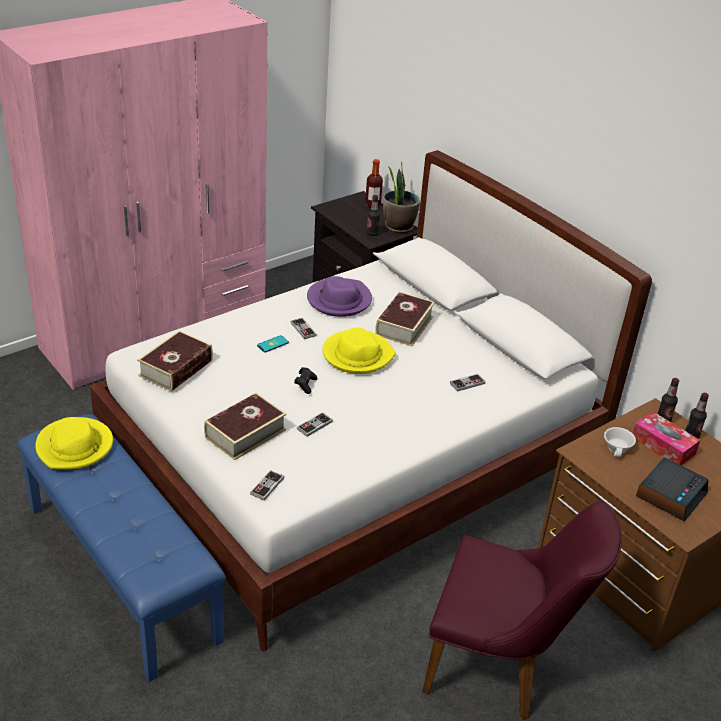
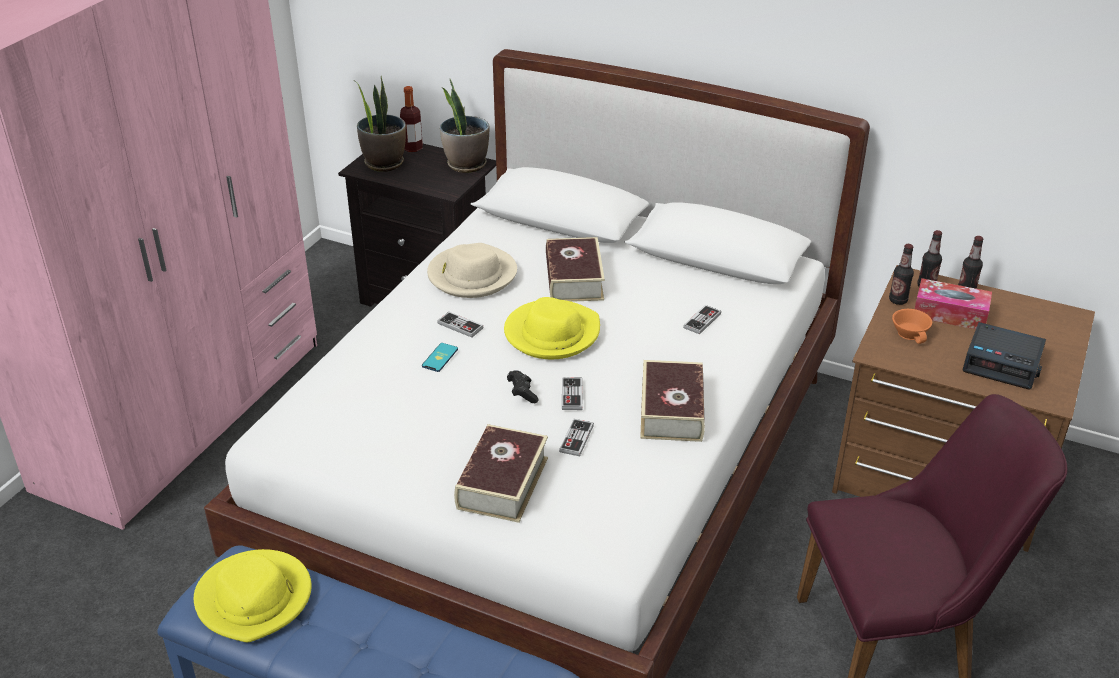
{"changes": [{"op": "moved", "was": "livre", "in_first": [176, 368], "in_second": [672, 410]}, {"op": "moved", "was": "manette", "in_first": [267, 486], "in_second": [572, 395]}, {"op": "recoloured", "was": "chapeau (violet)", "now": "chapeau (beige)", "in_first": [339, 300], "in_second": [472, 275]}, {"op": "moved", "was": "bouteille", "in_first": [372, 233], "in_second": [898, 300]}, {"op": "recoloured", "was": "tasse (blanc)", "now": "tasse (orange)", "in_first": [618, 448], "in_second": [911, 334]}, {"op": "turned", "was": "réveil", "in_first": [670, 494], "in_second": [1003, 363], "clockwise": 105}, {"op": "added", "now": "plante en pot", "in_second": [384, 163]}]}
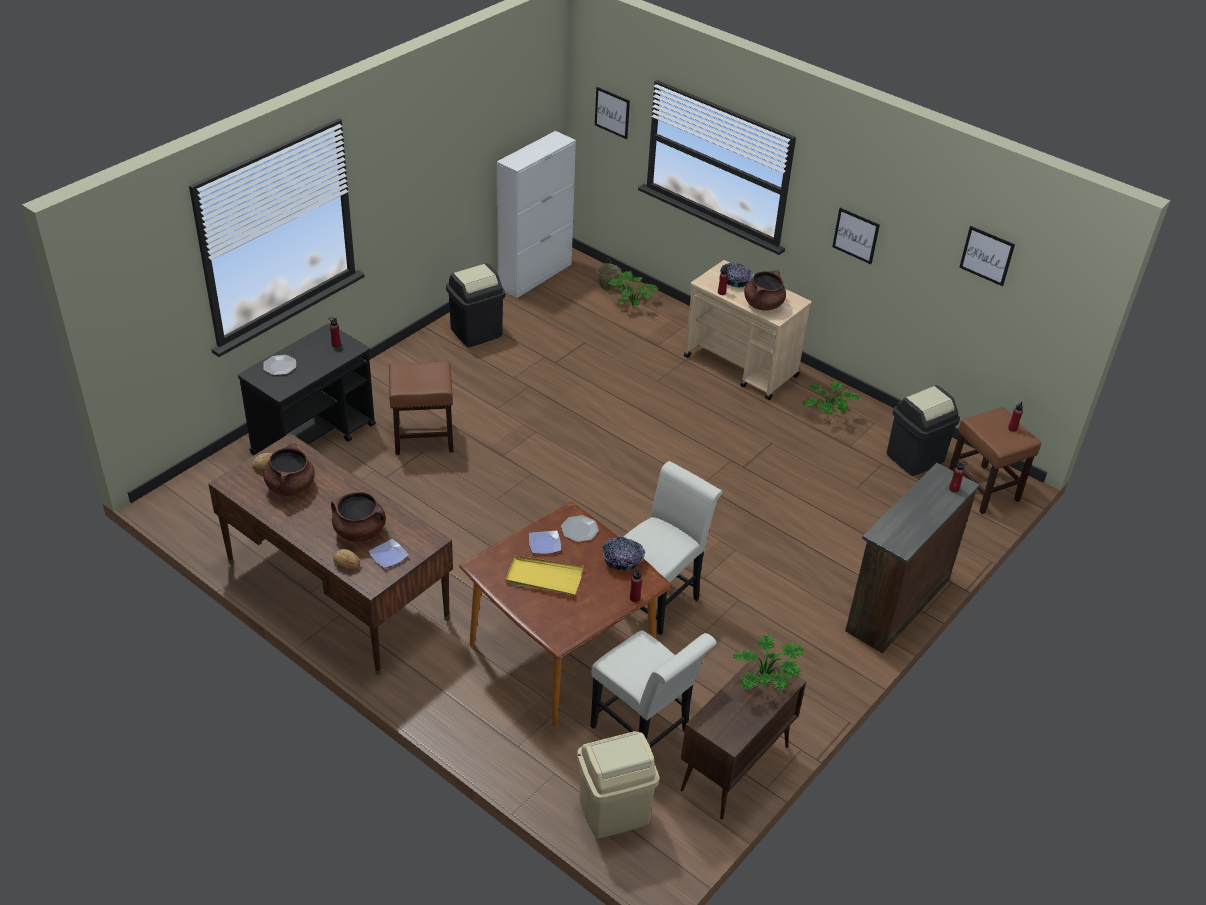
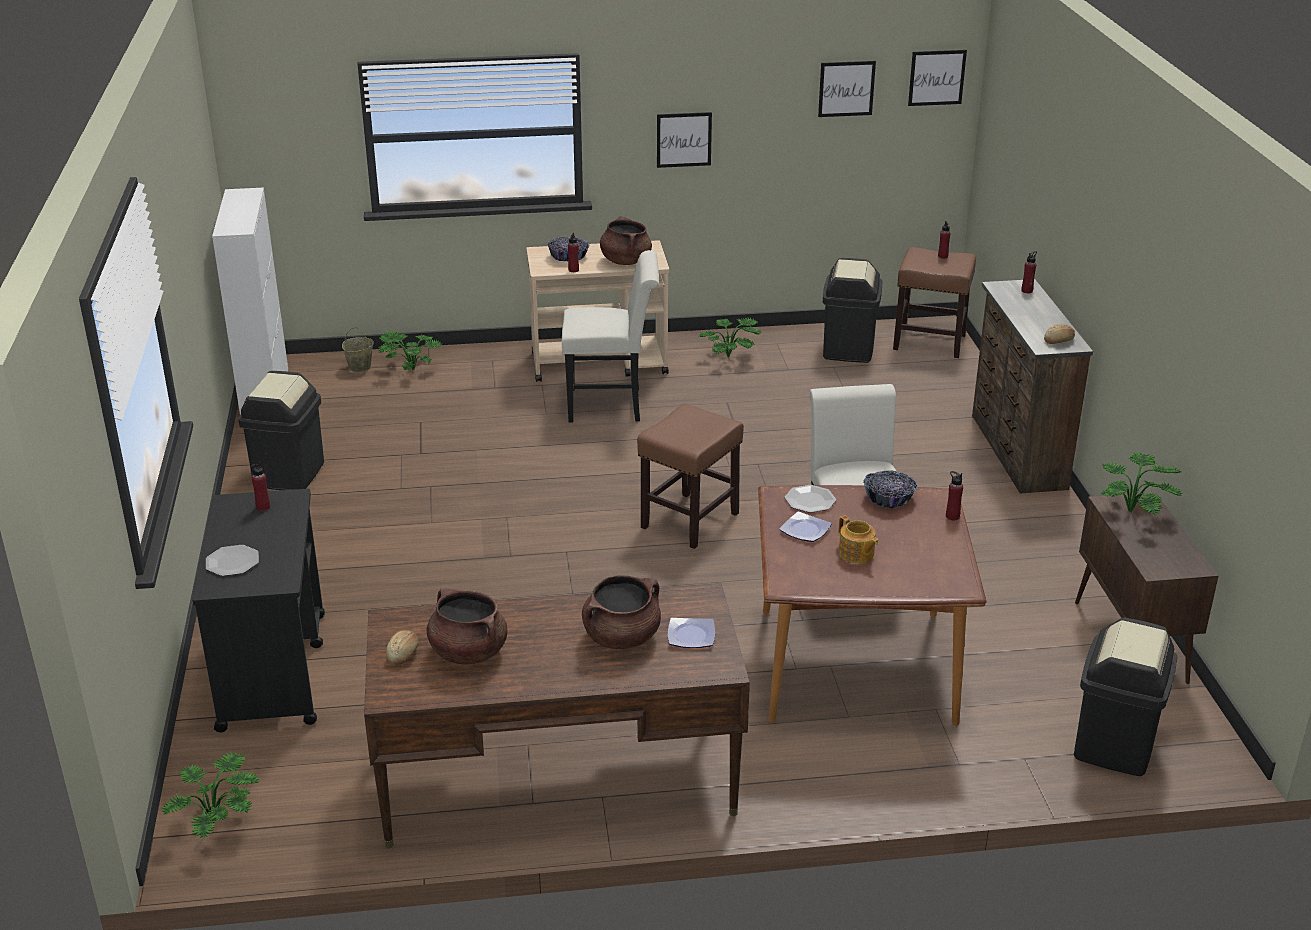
{"changes": [{"op": "moved", "was": "pain", "in_first": [346, 564], "in_second": [1059, 341]}, {"op": "moved", "was": "tabouret (marron)", "in_first": [423, 438], "in_second": [689, 521]}, {"op": "replaced", "was": "plateau (jaune)", "now": "théière", "in_first": [544, 578], "in_second": [856, 554]}, {"op": "recoloured", "was": "poubelle (beige)", "now": "poubelle (noir)", "in_first": [614, 811], "in_second": [1115, 745]}, {"op": "moved", "was": "chaise (blanc)", "in_first": [645, 733], "in_second": [611, 405]}, {"op": "moved", "was": "tableau", "in_first": [612, 112], "in_second": [936, 77]}, {"op": "added", "now": "plante en pot", "in_second": [219, 822]}]}
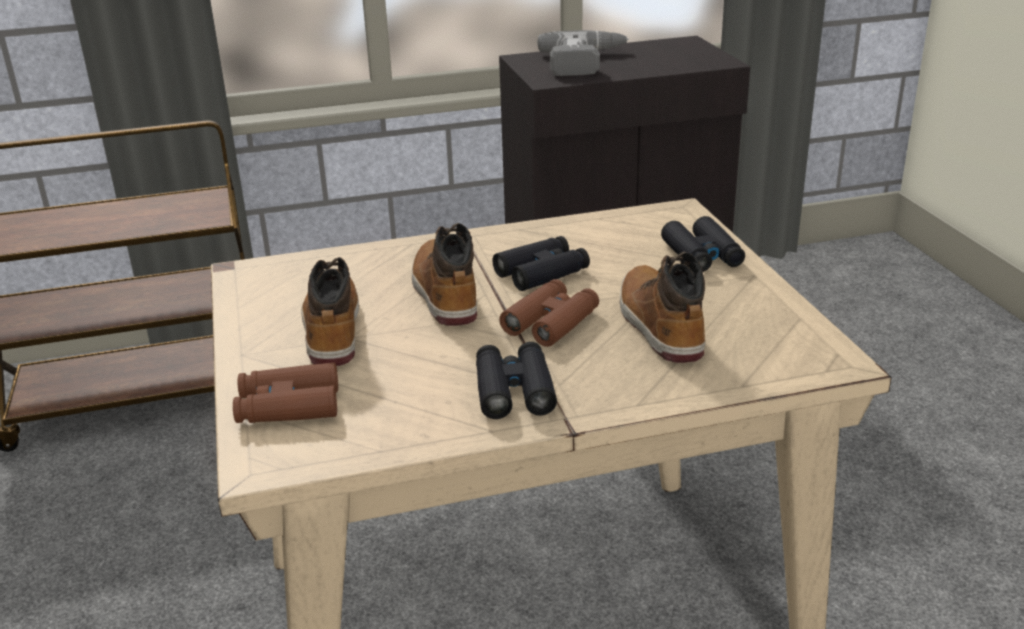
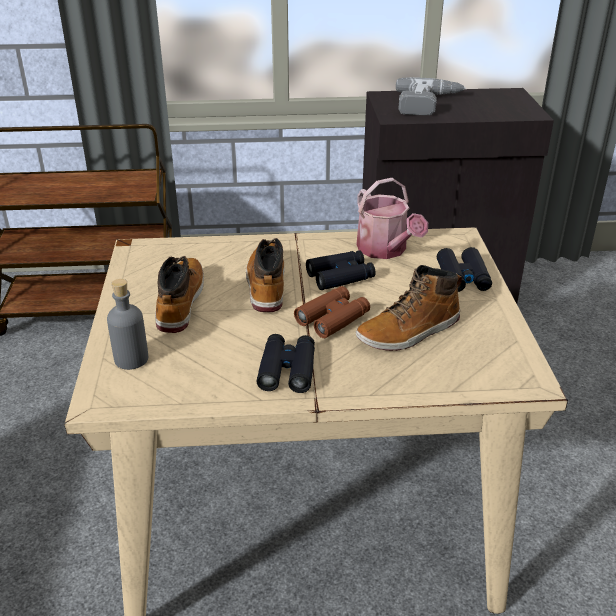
{"changes": [{"op": "replaced", "was": "jumelles (marron)", "now": "bouteille (gris)", "in_first": [288, 406], "in_second": [131, 359]}, {"op": "turned", "was": "botte", "in_first": [659, 325], "in_second": [409, 332], "clockwise": -120}, {"op": "added", "now": "arrosoir", "in_second": [385, 250]}]}
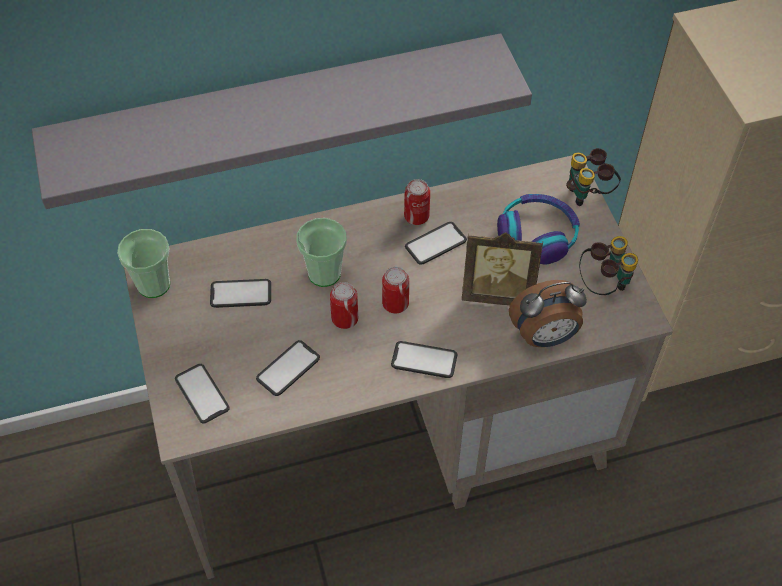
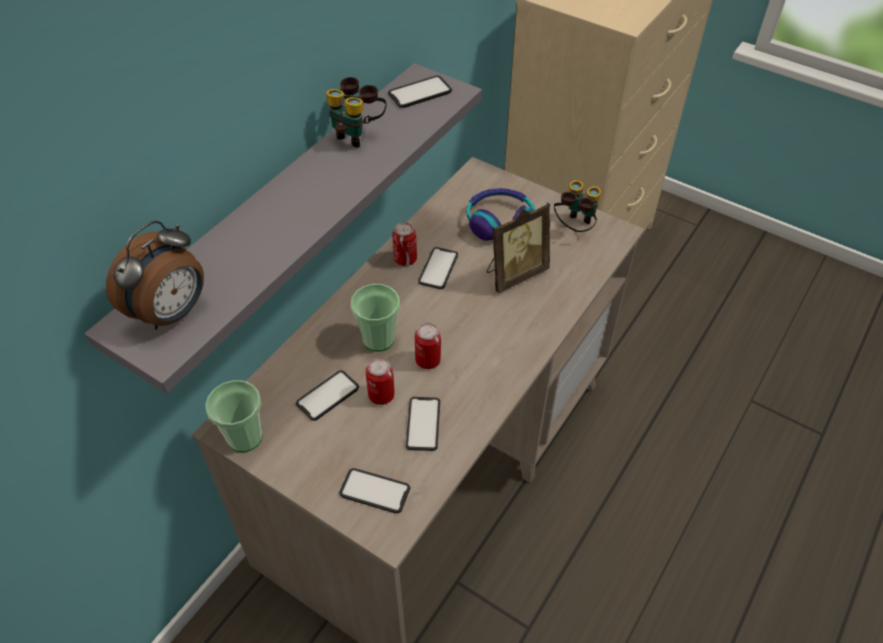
{"changes": [{"op": "moved", "was": "boîte métallique", "in_first": [395, 304], "in_second": [381, 395]}, {"op": "moved", "was": "téléphone", "in_first": [424, 360], "in_second": [420, 93]}, {"op": "moved", "was": "réveil", "in_first": [544, 336], "in_second": [172, 313]}, {"op": "moved", "was": "jumelles", "in_first": [589, 194], "in_second": [358, 134]}]}
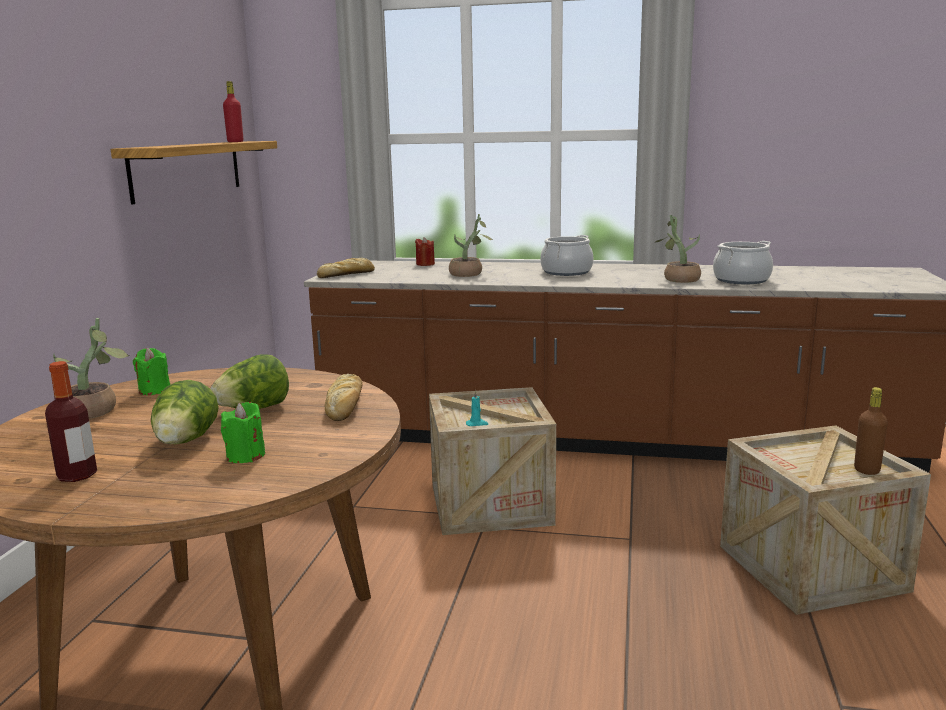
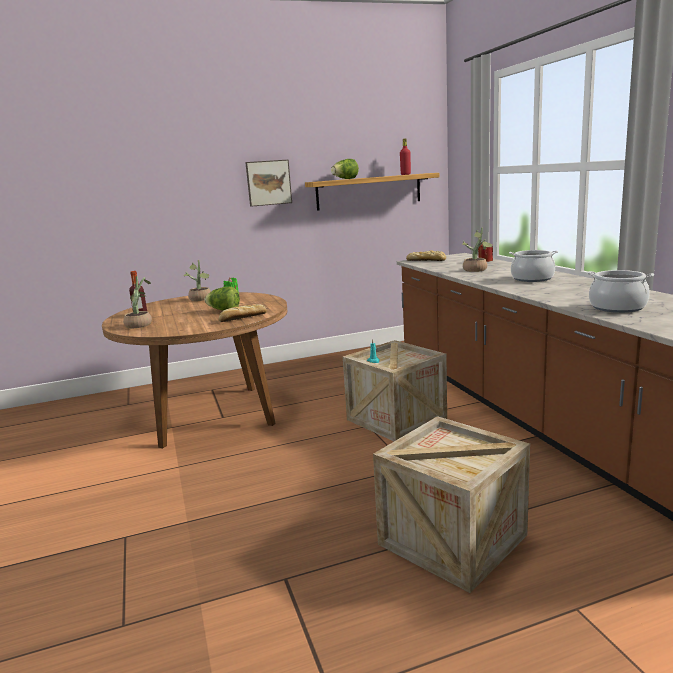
{"changes": [{"op": "moved", "was": "laitue", "in_first": [185, 442], "in_second": [345, 179]}, {"op": "removed", "was": "bougie (vert)", "in_first": [245, 456]}, {"op": "moved", "was": "plante en pot", "in_first": [678, 279], "in_second": [140, 324]}, {"op": "removed", "was": "bouteille (marron)", "in_first": [866, 470]}, {"op": "added", "now": "tableau", "in_second": [268, 183]}]}
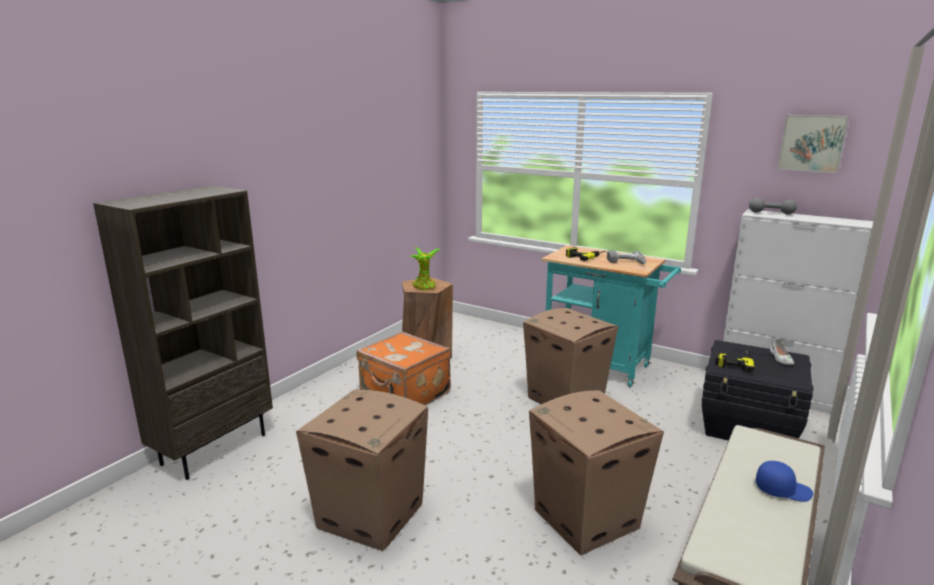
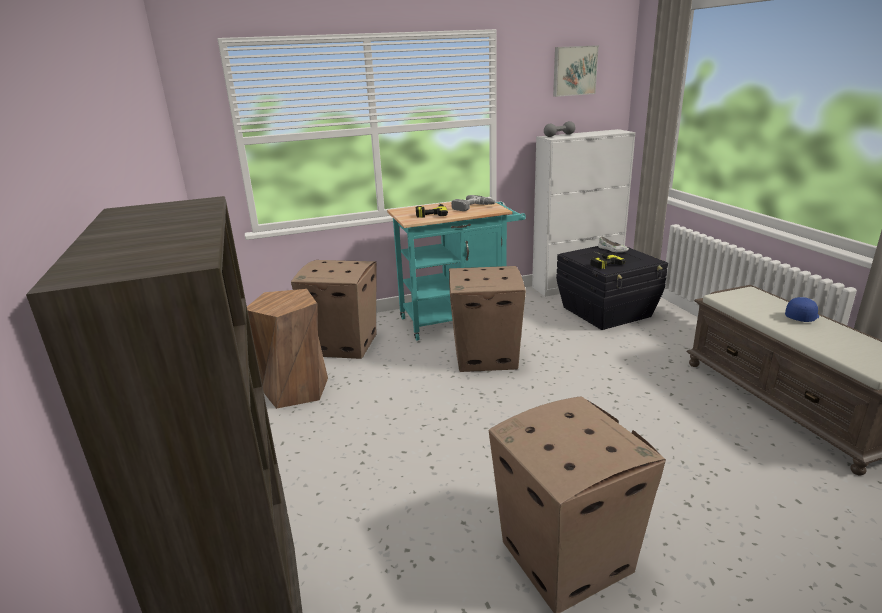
{"changes": [{"op": "removed", "was": "valise (orange)", "in_first": [404, 394]}, {"op": "removed", "was": "plante en pot", "in_first": [425, 287]}, {"op": "moved", "was": "carton", "in_first": [587, 519], "in_second": [345, 345]}]}
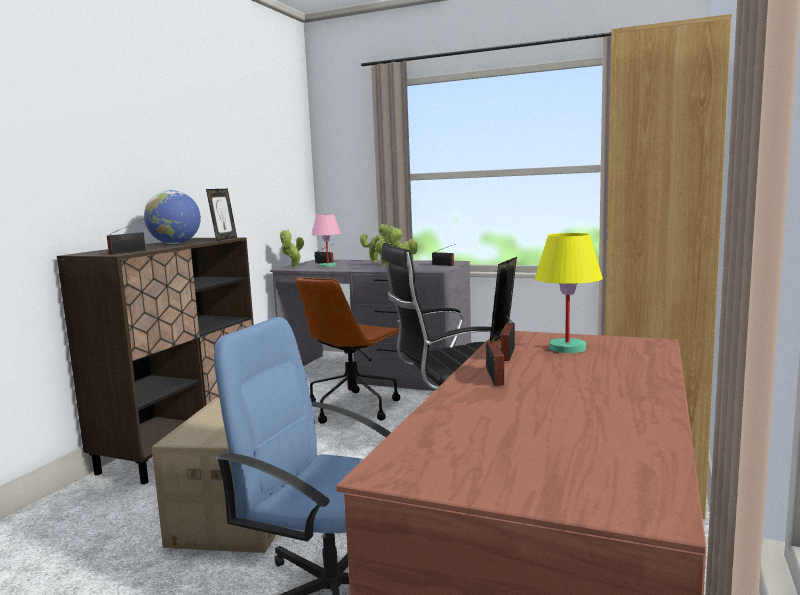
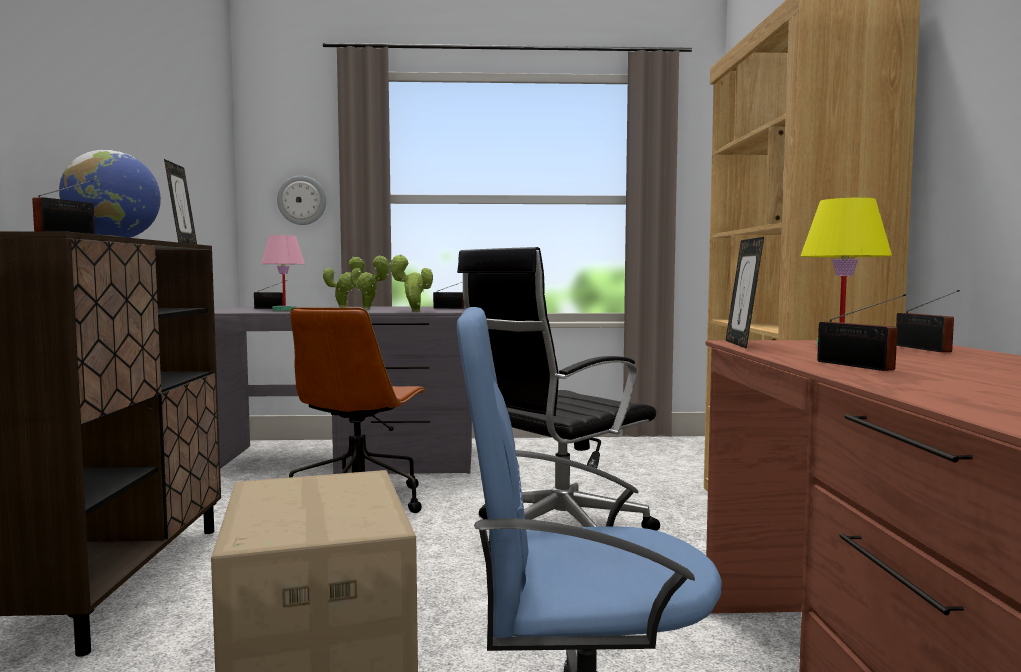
{"changes": [{"op": "removed", "was": "plante en pot", "in_first": [293, 267]}, {"op": "moved", "was": "radio", "in_first": [506, 354], "in_second": [924, 349]}, {"op": "added", "now": "horloge murale", "in_second": [302, 200]}]}
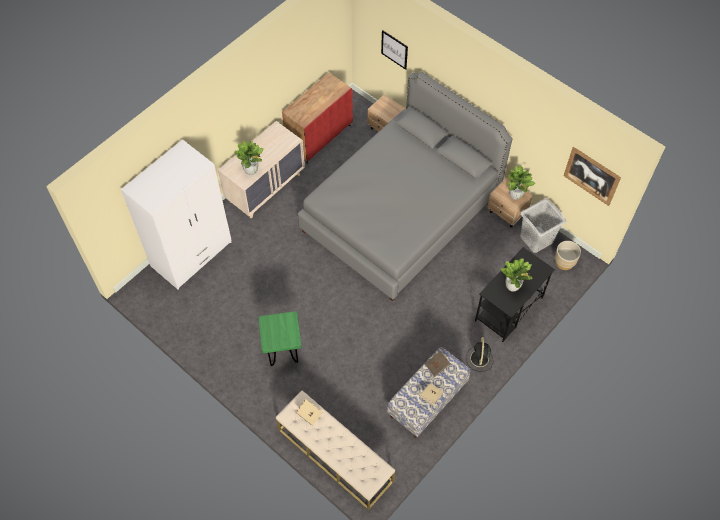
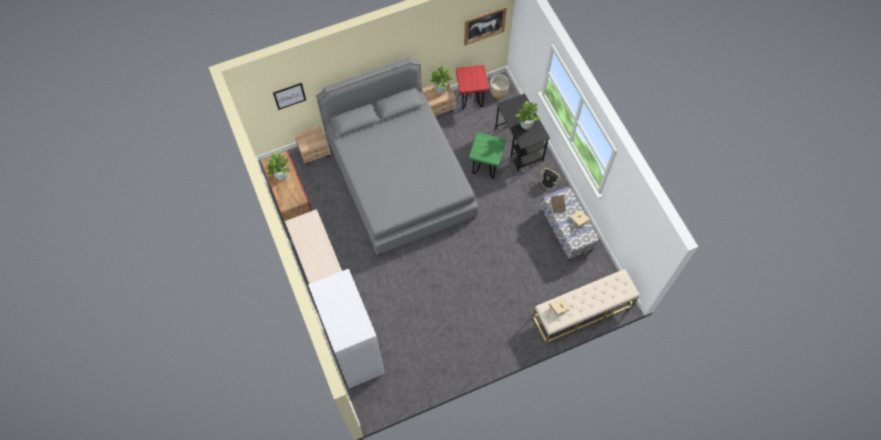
{"changes": [{"op": "moved", "was": "plante en pot", "in_first": [251, 171], "in_second": [282, 176]}, {"op": "moved", "was": "tabouret (vert)", "in_first": [283, 353], "in_second": [485, 168]}, {"op": "replaced", "was": "panier à linge (gris)", "now": "tabouret (rouge)", "in_first": [536, 239], "in_second": [471, 100]}]}
